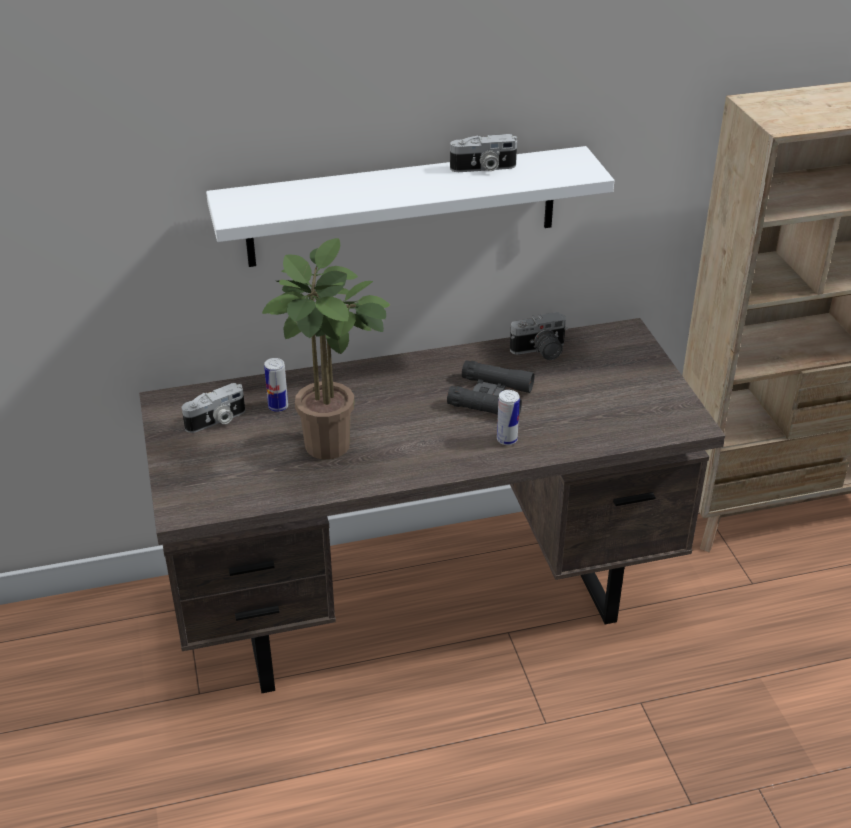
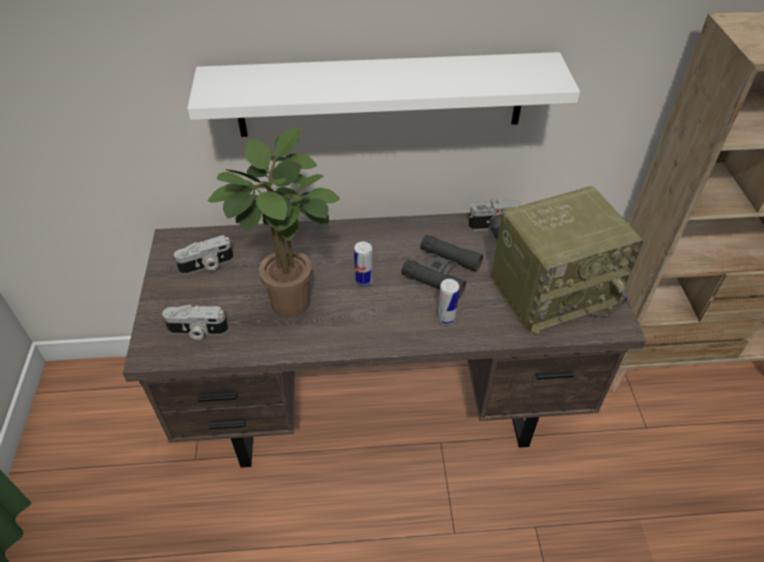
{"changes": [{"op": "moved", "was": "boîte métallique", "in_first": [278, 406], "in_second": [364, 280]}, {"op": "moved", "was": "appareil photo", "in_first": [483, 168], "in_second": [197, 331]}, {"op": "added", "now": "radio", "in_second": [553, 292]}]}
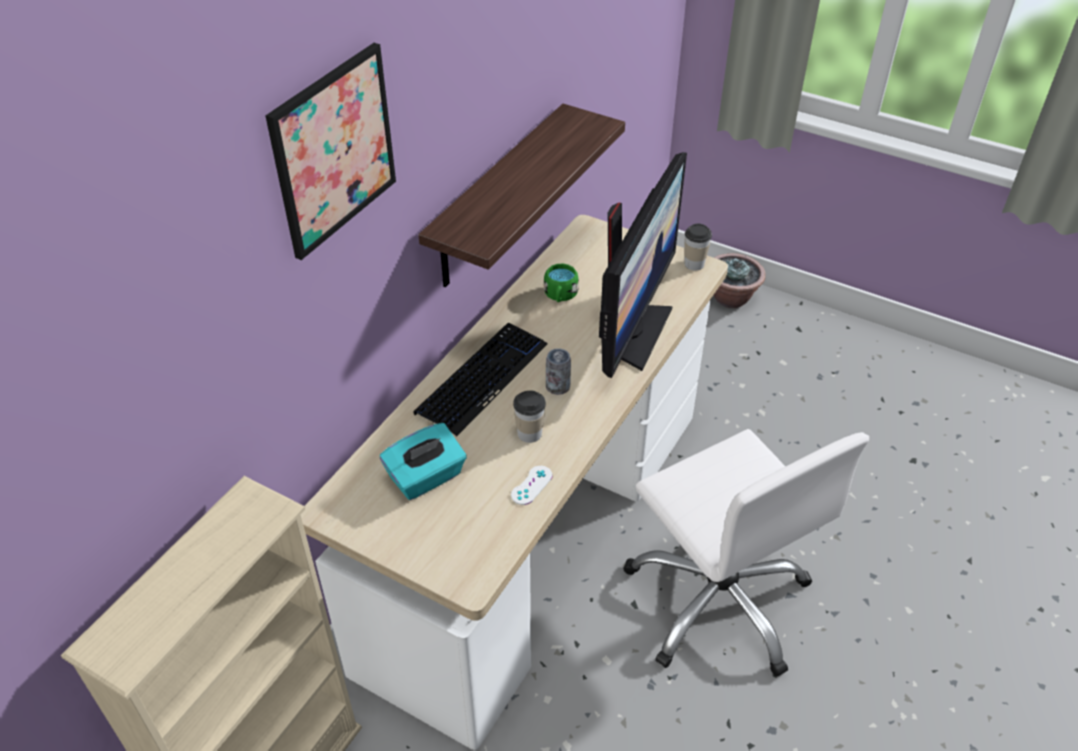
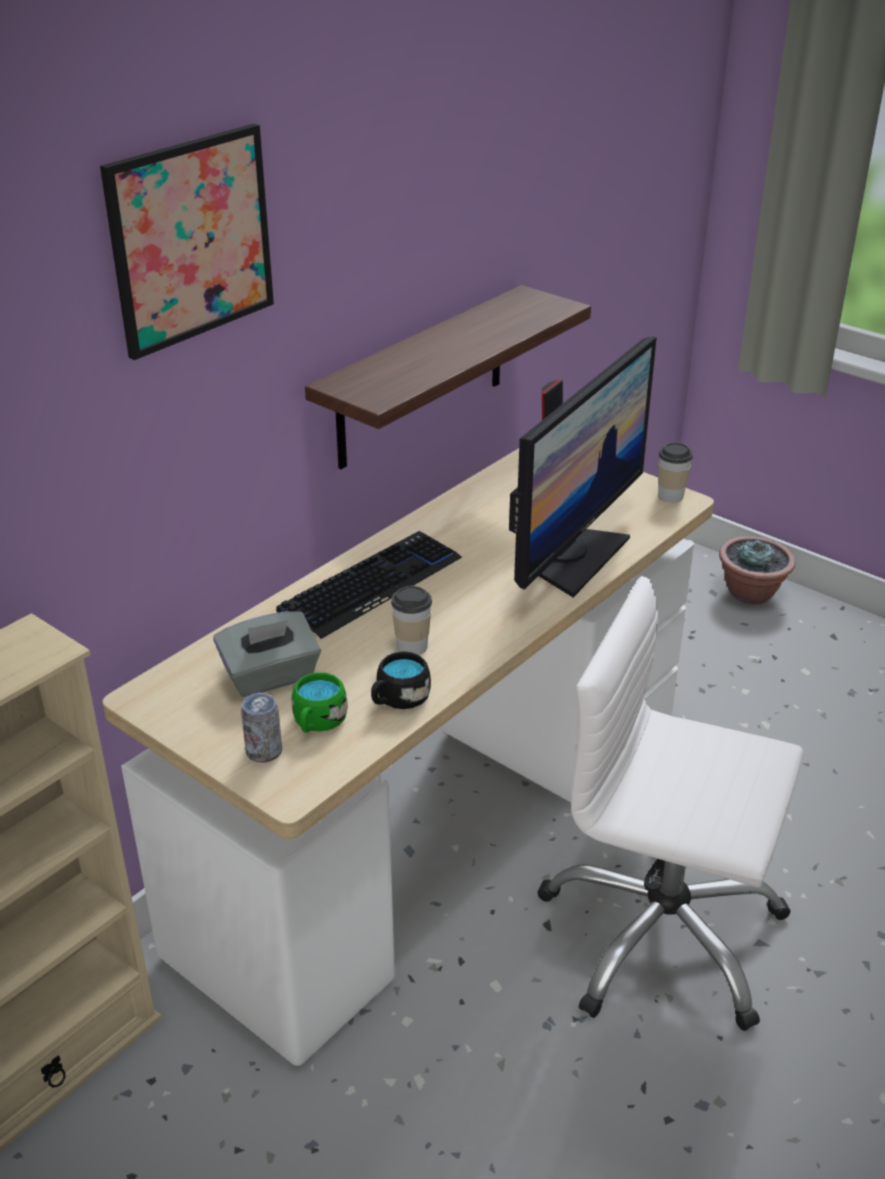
{"changes": [{"op": "recoloured", "was": "boîte à mouchoirs (turquoise)", "now": "boîte à mouchoirs (gris)", "in_first": [426, 477], "in_second": [270, 677]}, {"op": "replaced", "was": "manette (blanc)", "now": "mug (noir)", "in_first": [531, 485], "in_second": [398, 700]}, {"op": "moved", "was": "mug (vert)", "in_first": [560, 296], "in_second": [317, 723]}, {"op": "moved", "was": "boîte métallique", "in_first": [557, 387], "in_second": [264, 752]}, {"op": "turned", "was": "chaise de bureau (blanc)", "in_first": [718, 600], "in_second": [661, 935], "clockwise": 135}]}
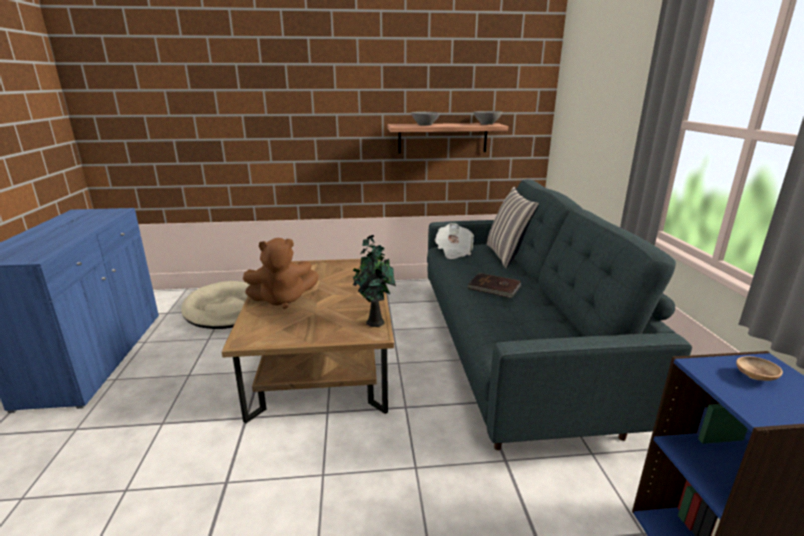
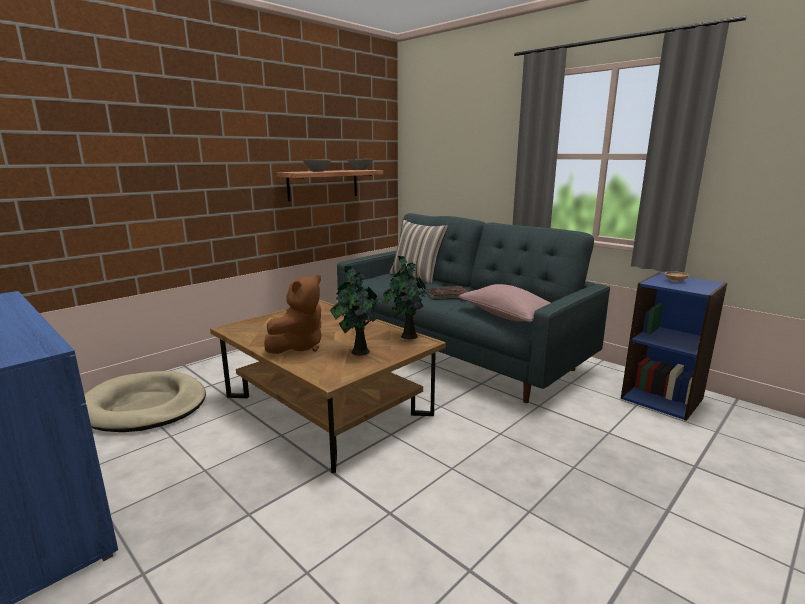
{"changes": [{"op": "removed", "was": "journal", "in_first": [453, 252]}, {"op": "added", "now": "plante en pot", "in_second": [358, 352]}, {"op": "added", "now": "coussin (rose)", "in_second": [508, 316]}]}
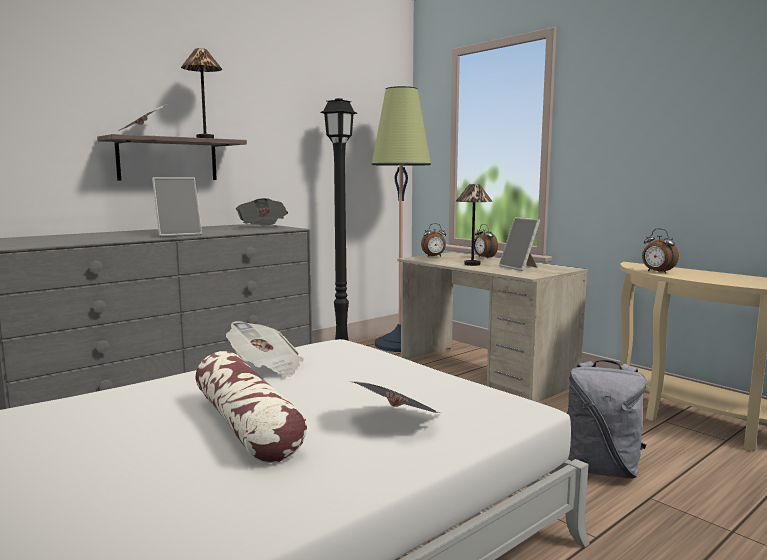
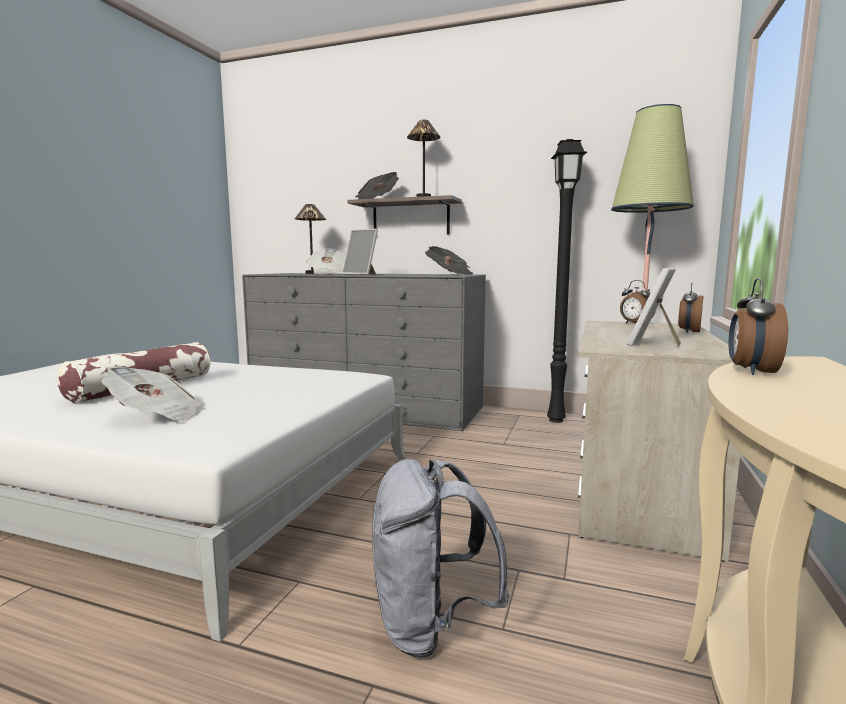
{"changes": [{"op": "moved", "was": "journal", "in_first": [266, 368], "in_second": [328, 274]}, {"op": "moved", "was": "lampe de table", "in_first": [472, 264], "in_second": [312, 273]}]}
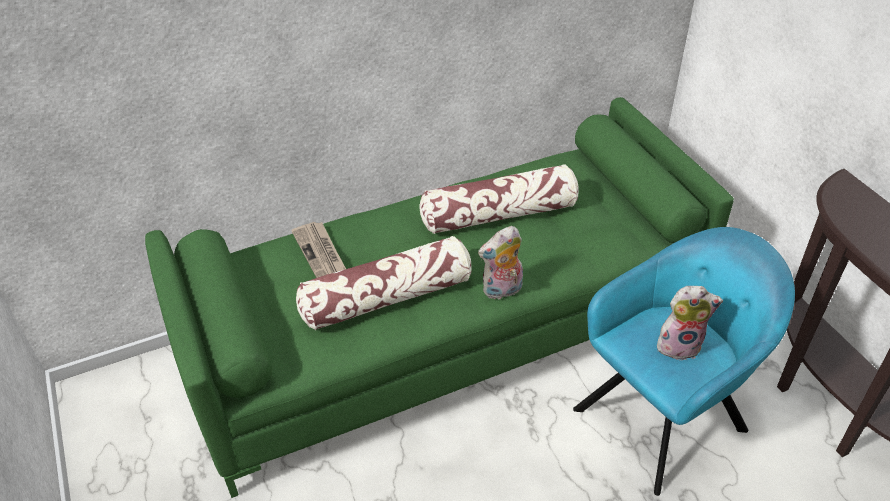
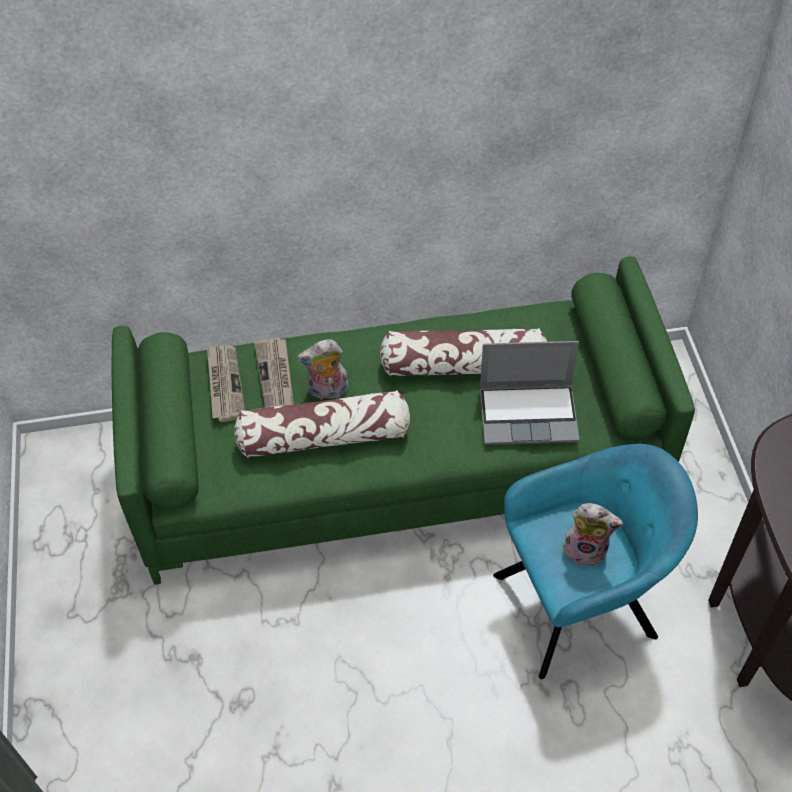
{"changes": [{"op": "moved", "was": "peluche", "in_first": [502, 291], "in_second": [327, 392]}, {"op": "added", "now": "journal", "in_second": [224, 384]}, {"op": "added", "now": "ordinateur portable", "in_second": [529, 414]}]}
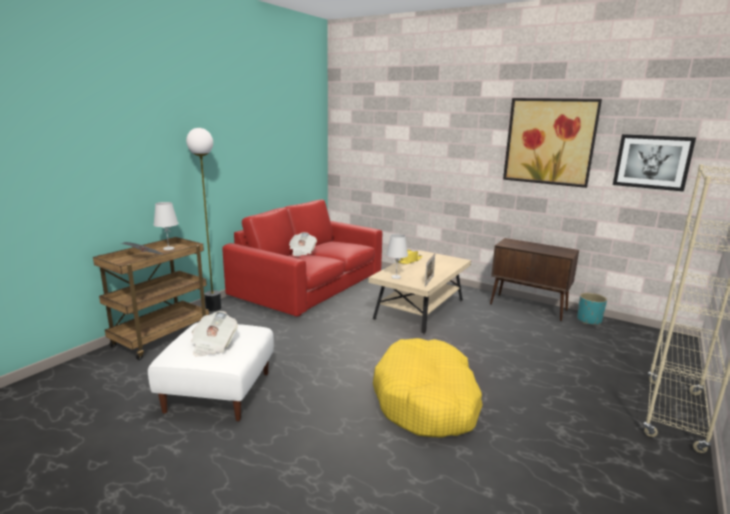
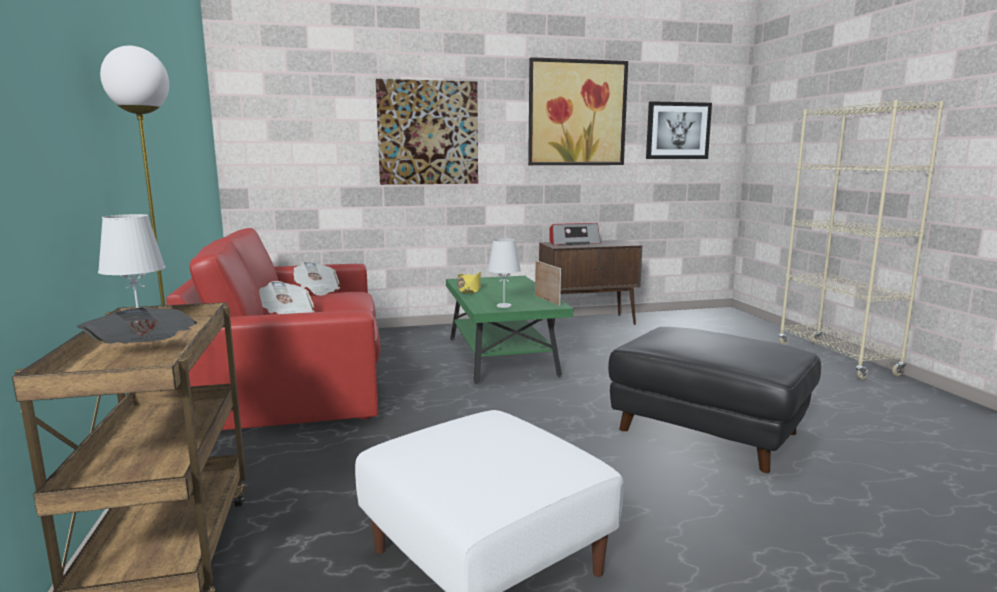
{"changes": [{"op": "moved", "was": "journal", "in_first": [213, 345], "in_second": [317, 291]}, {"op": "recoloured", "was": "table basse (beige)", "now": "table basse (vert)", "in_first": [420, 310], "in_second": [501, 357]}, {"op": "replaced", "was": "panier pour chien (jaune)", "now": "pouf (noir)", "in_first": [427, 400], "in_second": [706, 432]}, {"op": "removed", "was": "cache-pot (turquoise)", "in_first": [589, 320]}, {"op": "added", "now": "tableau", "in_second": [428, 133]}, {"op": "added", "now": "radio", "in_second": [573, 243]}]}
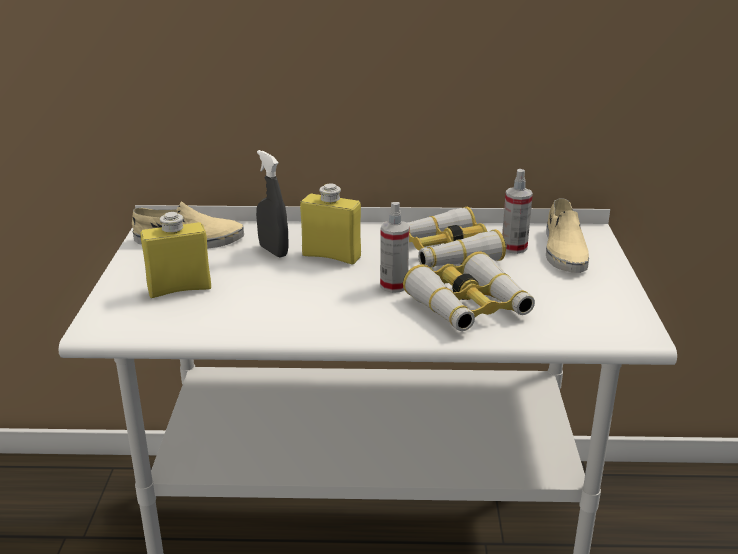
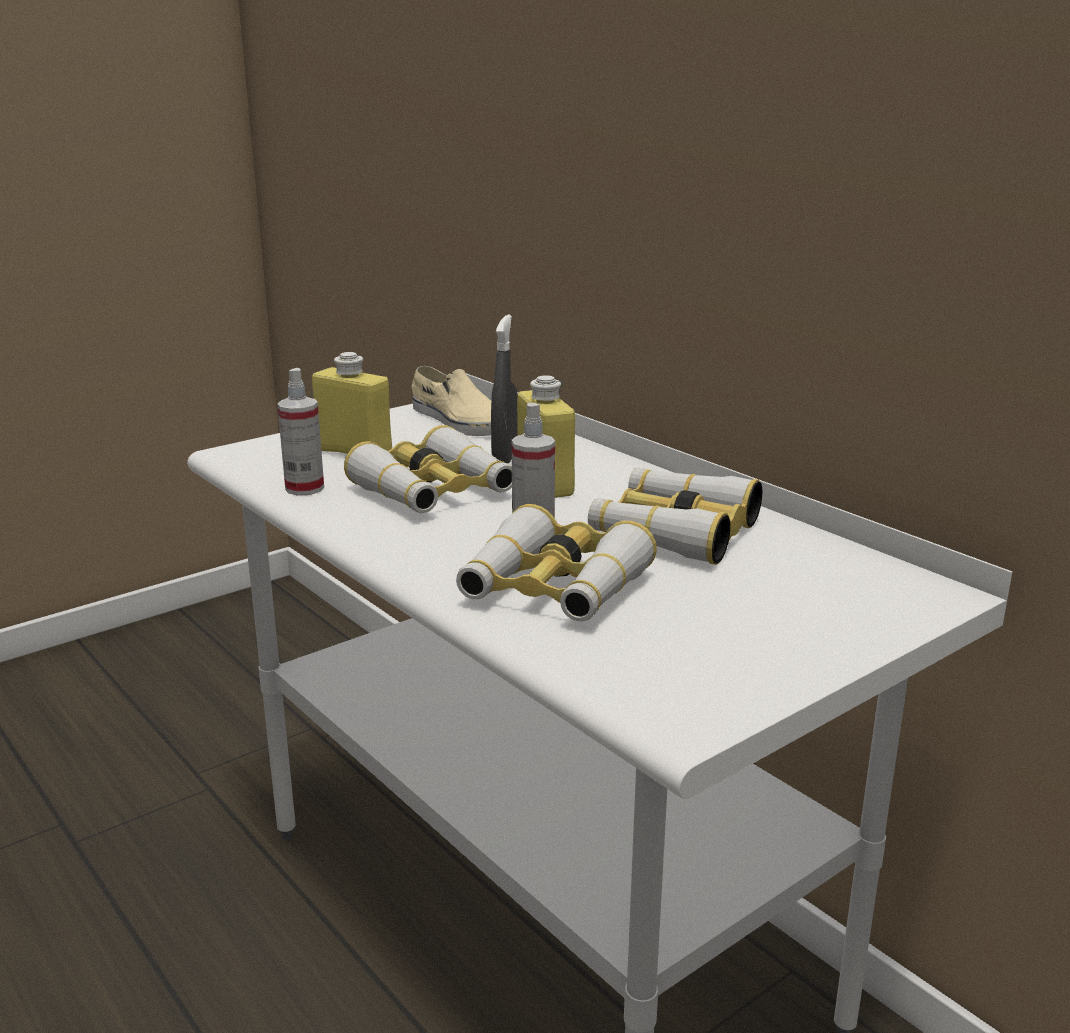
{"changes": [{"op": "moved", "was": "vaporisateur", "in_first": [514, 247], "in_second": [304, 488]}, {"op": "removed", "was": "chaussure (beige)", "in_first": [563, 250]}, {"op": "added", "now": "jumelles", "in_second": [433, 492]}]}
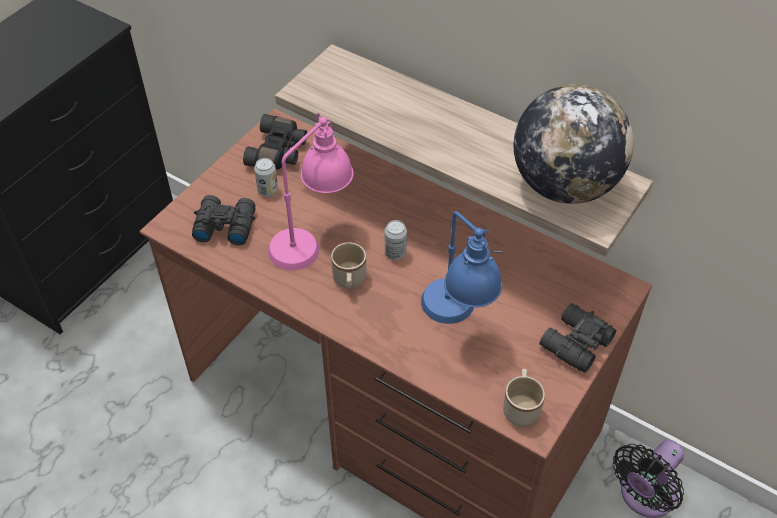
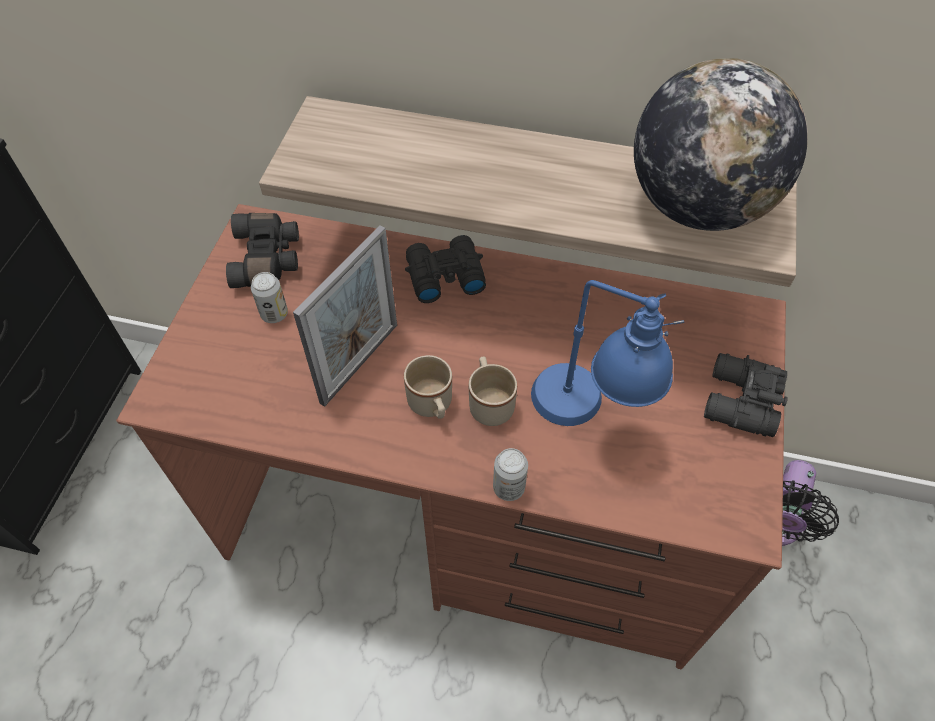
{"changes": [{"op": "moved", "was": "jumelles (noir)", "in_first": [224, 225], "in_second": [443, 276]}, {"op": "replaced", "was": "lampe de table (rose)", "now": "cadre photo", "in_first": [312, 239], "in_second": [359, 363]}, {"op": "moved", "was": "boîte métallique", "in_first": [395, 253], "in_second": [508, 488]}, {"op": "moved", "was": "mug (beige)", "in_first": [521, 407], "in_second": [489, 402]}]}
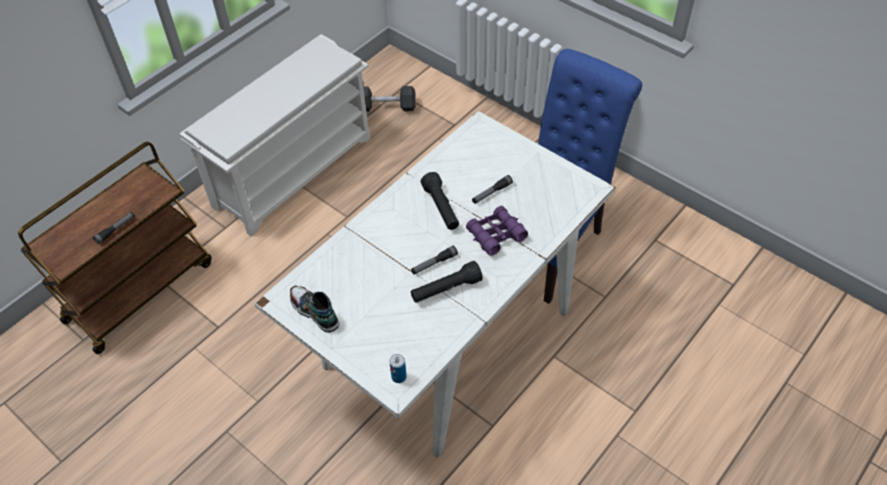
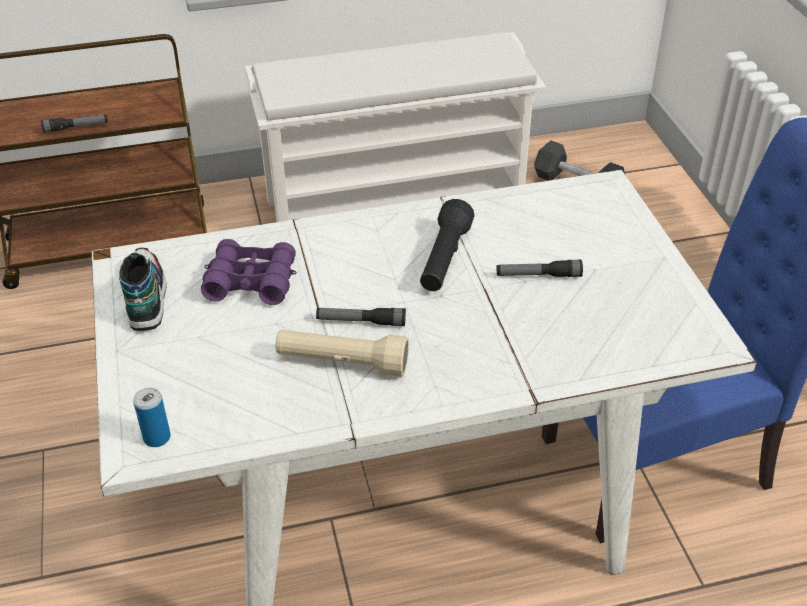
{"changes": [{"op": "recoloured", "was": "lampe de poche (noir)", "now": "lampe de poche (beige)", "in_first": [446, 289], "in_second": [342, 363]}, {"op": "moved", "was": "jumelles (violet)", "in_first": [496, 235], "in_second": [251, 281]}]}
